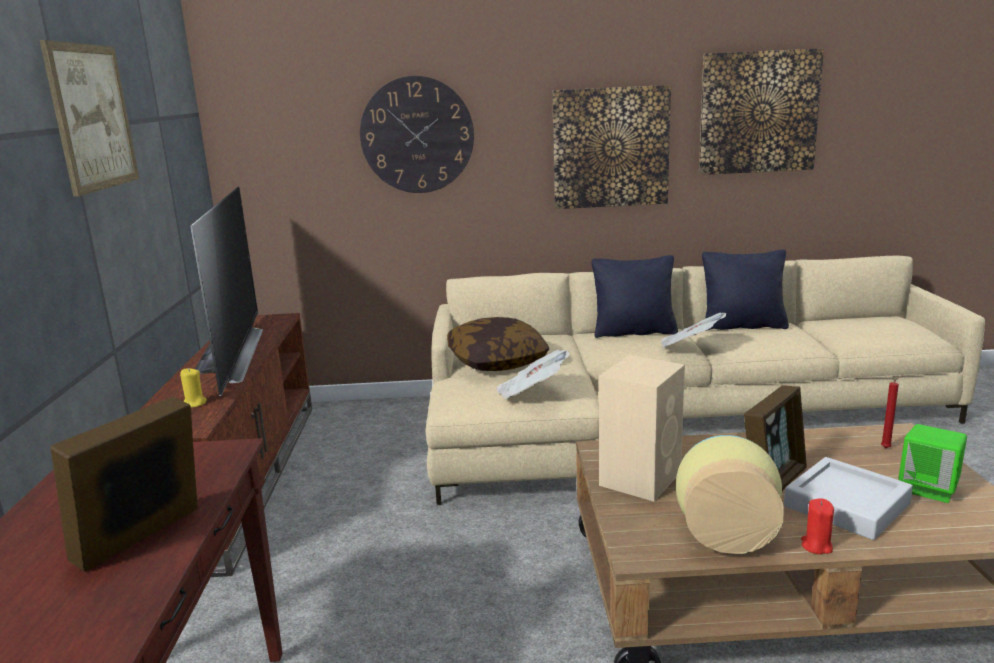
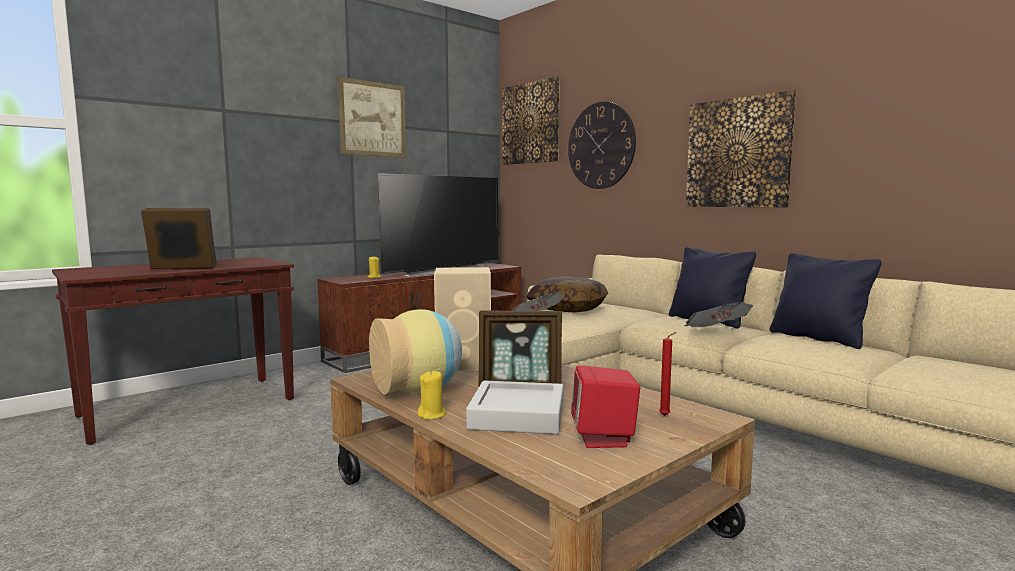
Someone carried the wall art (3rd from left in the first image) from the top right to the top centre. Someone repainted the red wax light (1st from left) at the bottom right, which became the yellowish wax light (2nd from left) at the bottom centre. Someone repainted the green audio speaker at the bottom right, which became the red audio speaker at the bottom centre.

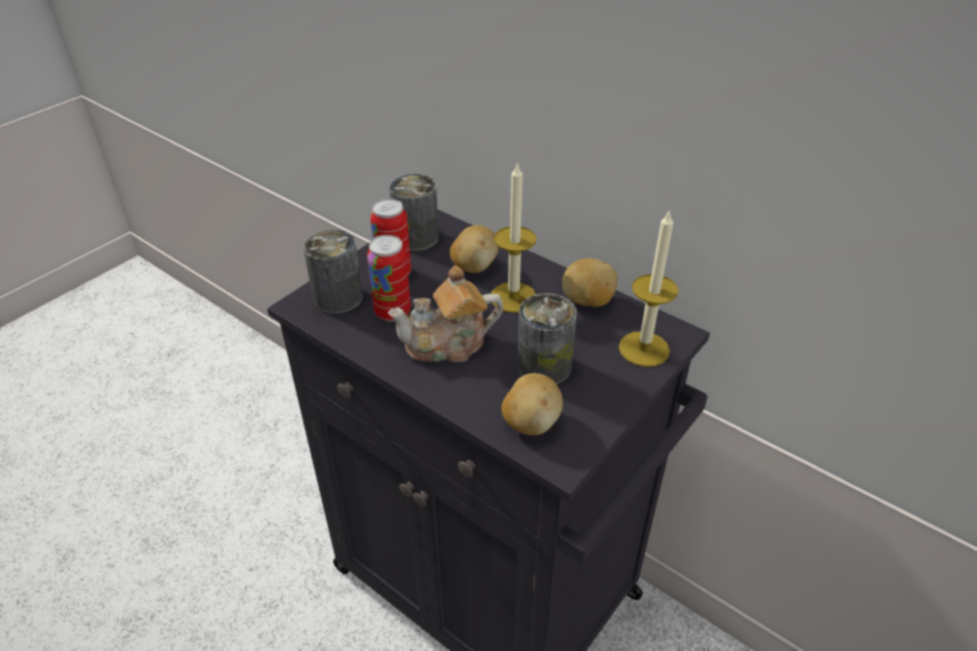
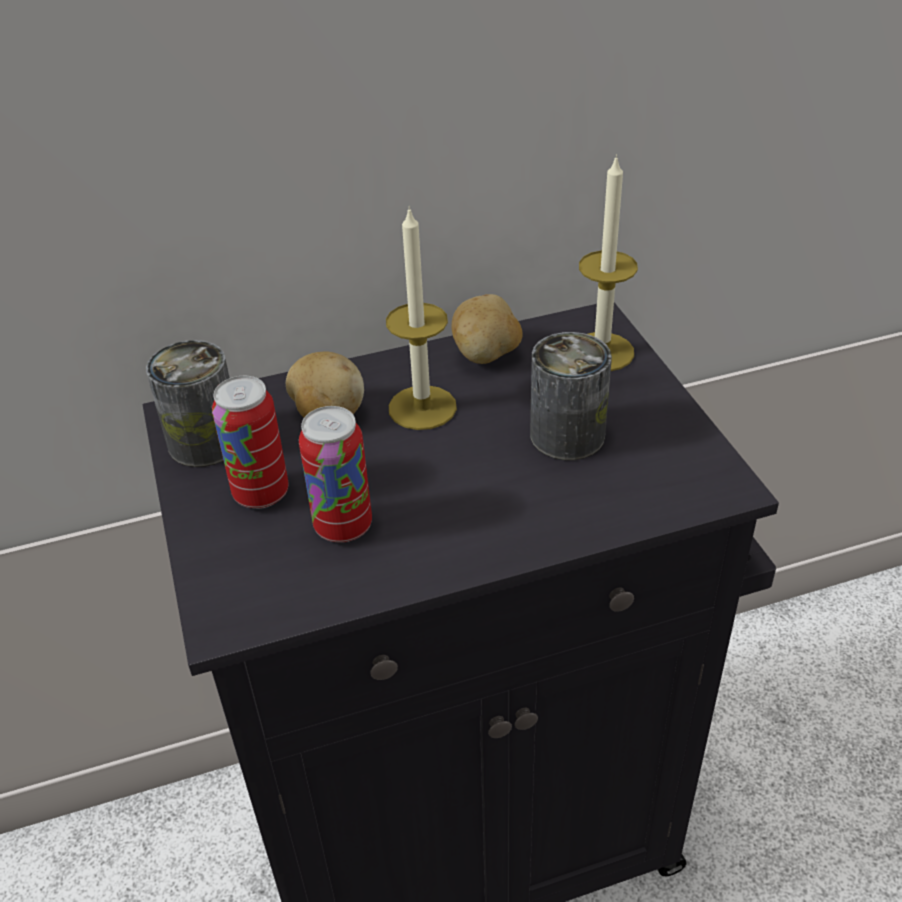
Someone took away the metal can (1st from left) at the centre. Someone took away the teapot at the centre. Someone took away the whole potato (2nd from left) at the centre.

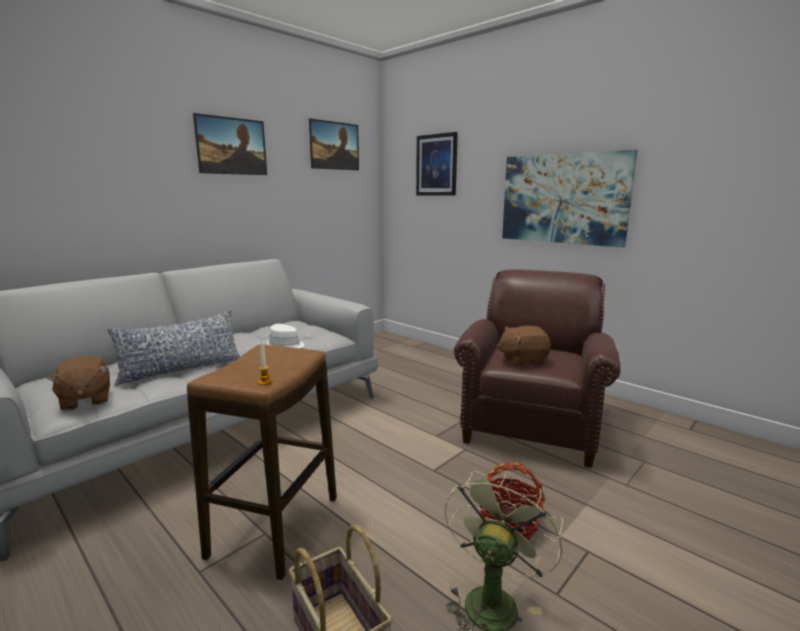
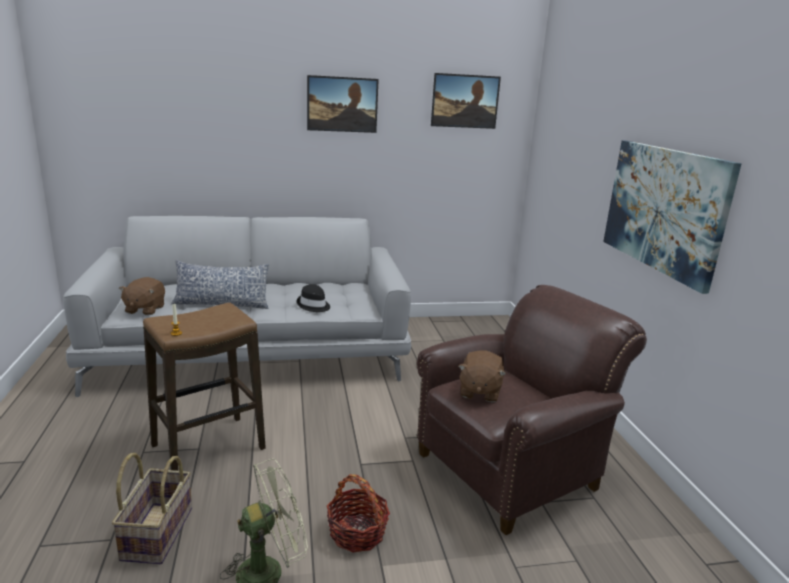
Someone repainted the white clothing hat at the centre, which became the black-coloured clothing hat at the centre. Someone took away the wall art (3rd from left) at the top centre. Someone rotated the brown plush toy (2nd from left) at the centre by 105 degrees counterclockwise.

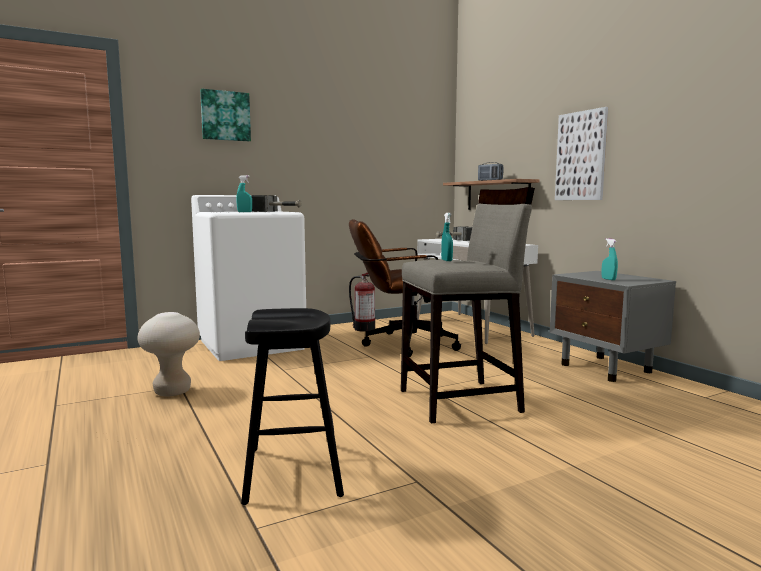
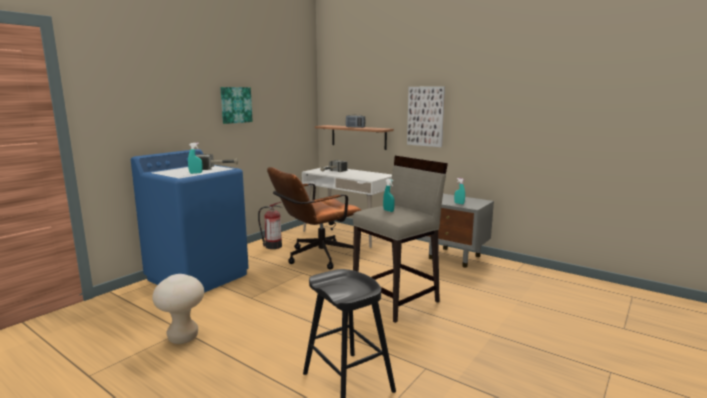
Someone repainted the white laundry appliance at the middle left, which became the blue-coloured laundry appliance at the middle left. Someone carried the wall art (1st from left) from the top left to the top centre.

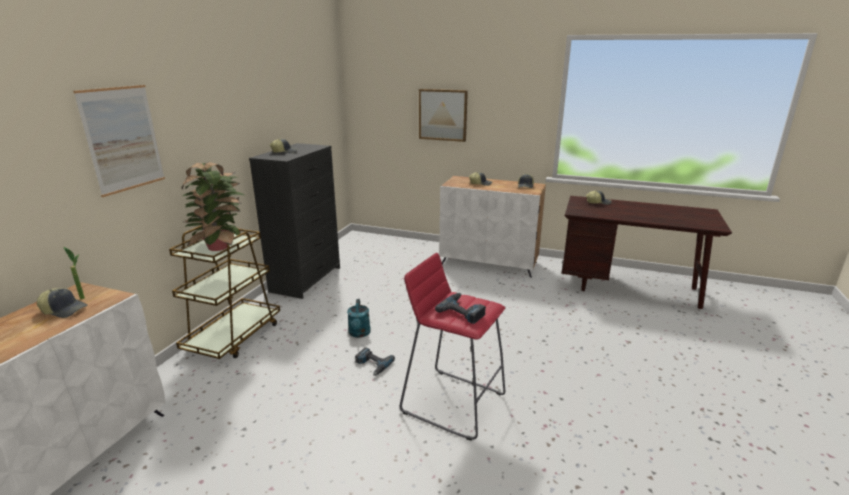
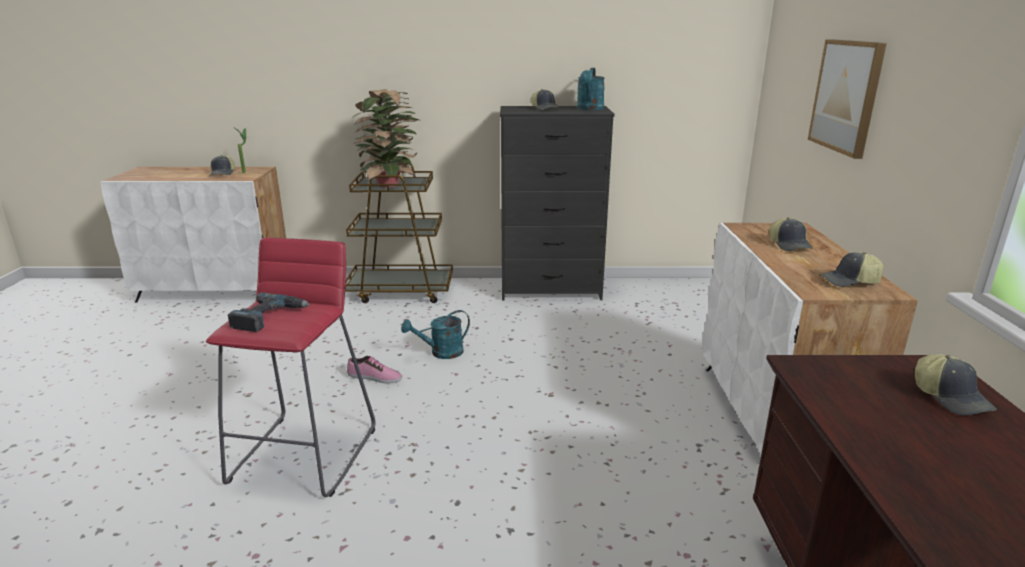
Someone took away the wall art (1st from left) at the top left. Someone swapped the drill (1st from left) at the bottom centre for the item of footwear at the centre. Someone put down the turquoise-coloured watering can (2nd from left) at the top centre.

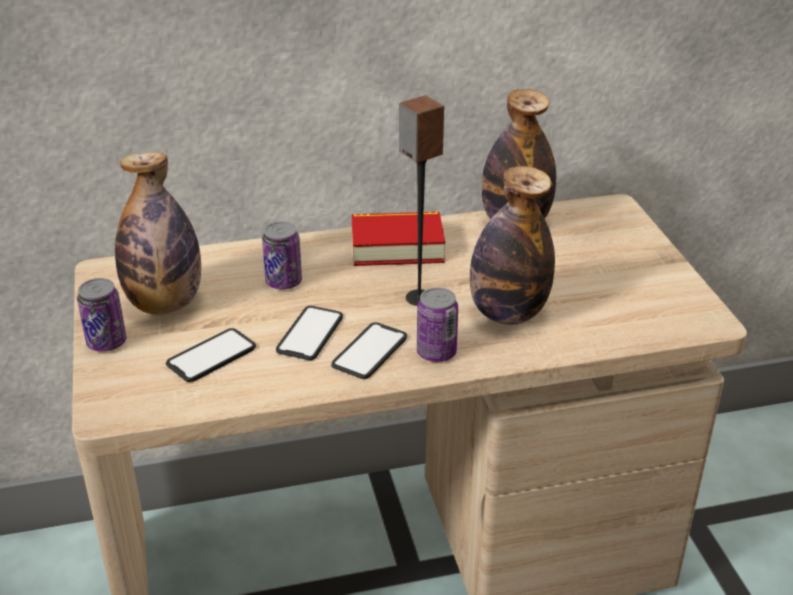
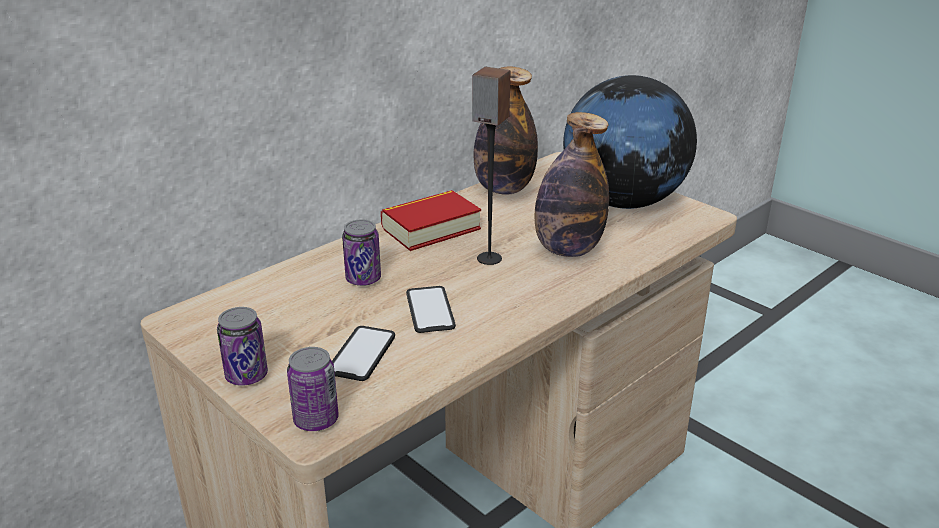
Someone took away the drink bottle (1st from left) at the middle left. Someone took away the handset (3rd from left) at the centre. Someone carried the metal can (3rd from left in the first image) from the centre to the bottom centre. Someone put down the globe at the top right.

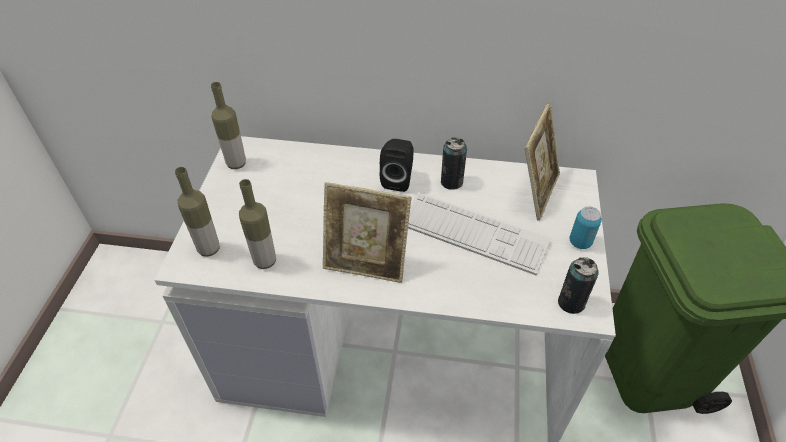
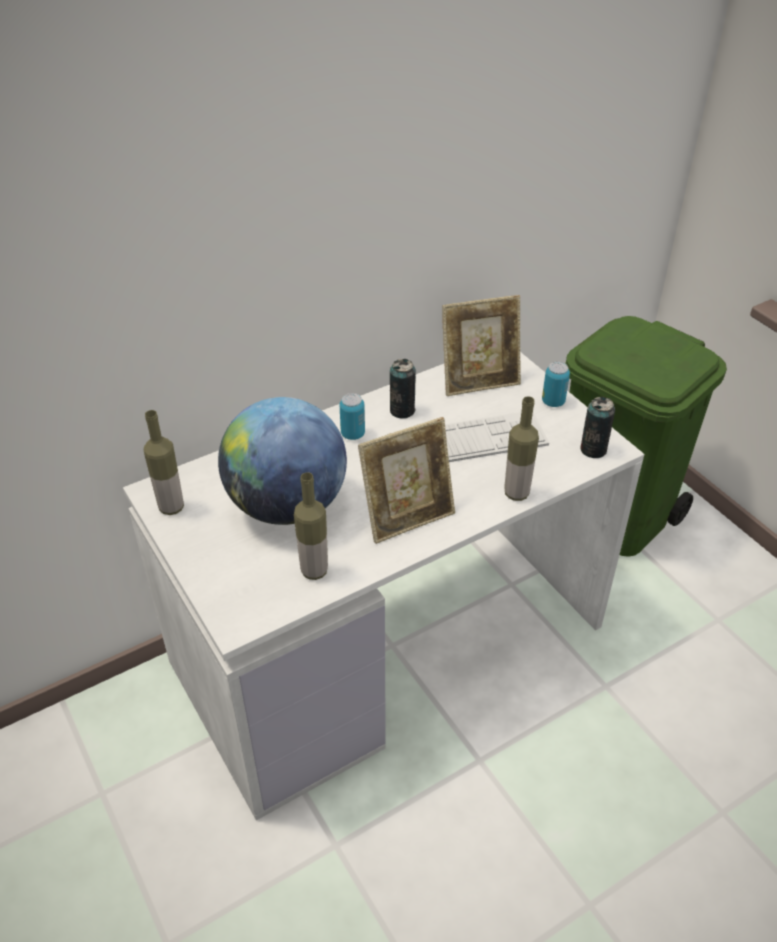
Someone carried the drink bottle (1st from left in the first image) from the middle left to the middle right. Someone swapped the black-coloured audio speaker at the centre for the metal can (1st from left) at the centre. Someone rotated the picture frame (2nd from left) at the middle right by 90 degrees clockwise. Someone put down the globe at the centre.

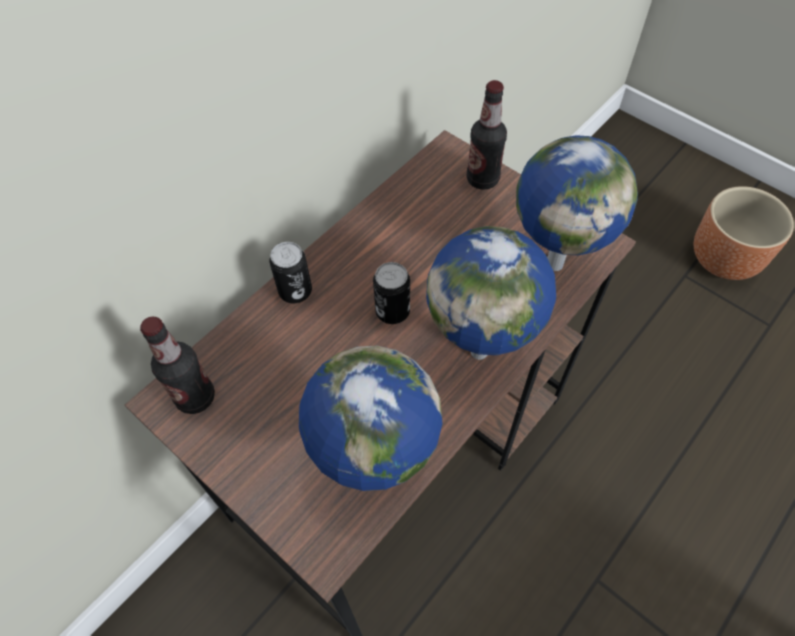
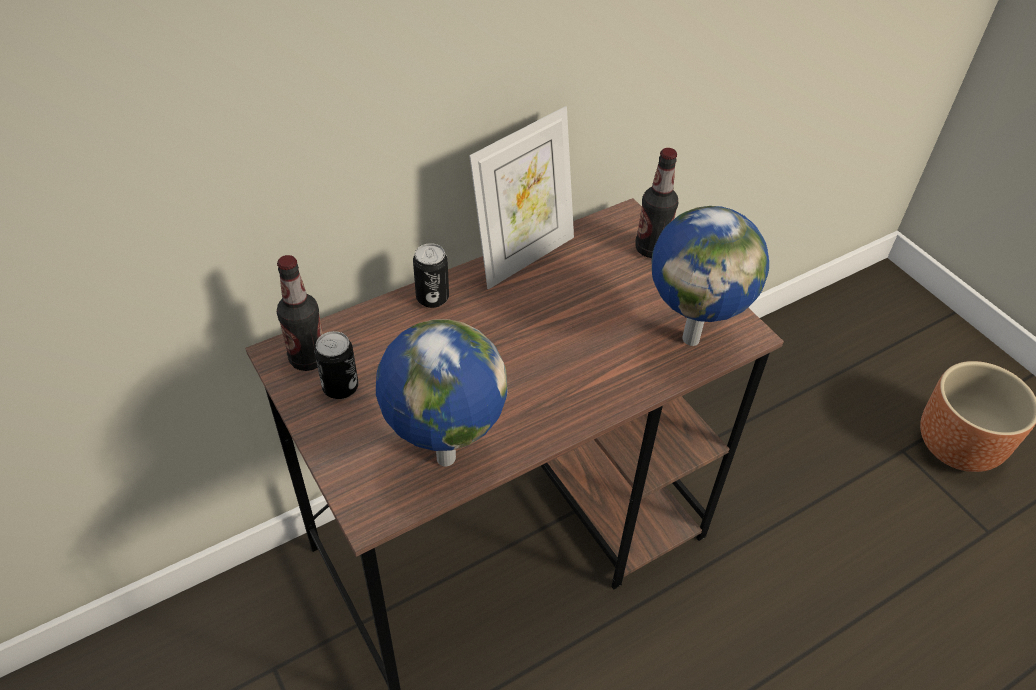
Someone carried the metal can (2nd from left in the first image) from the centre to the middle left. Someone took away the globe (2nd from left) at the centre. Someone put down the picture frame at the top centre.

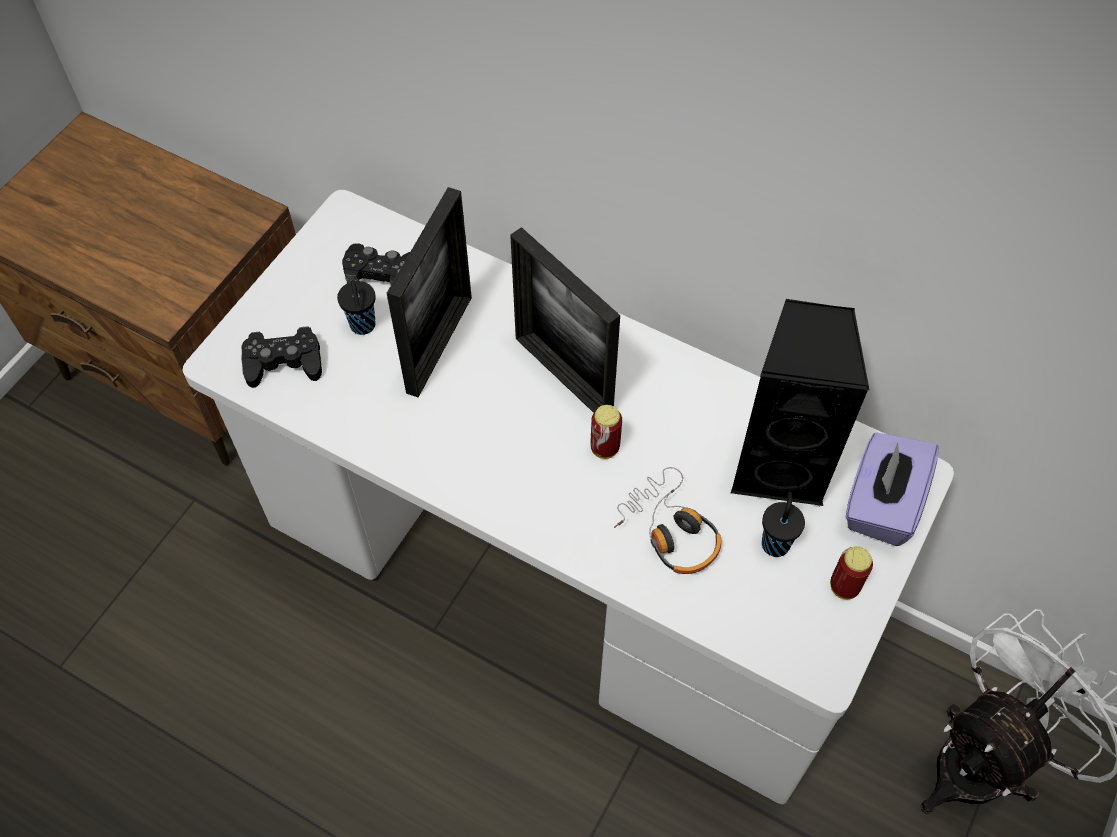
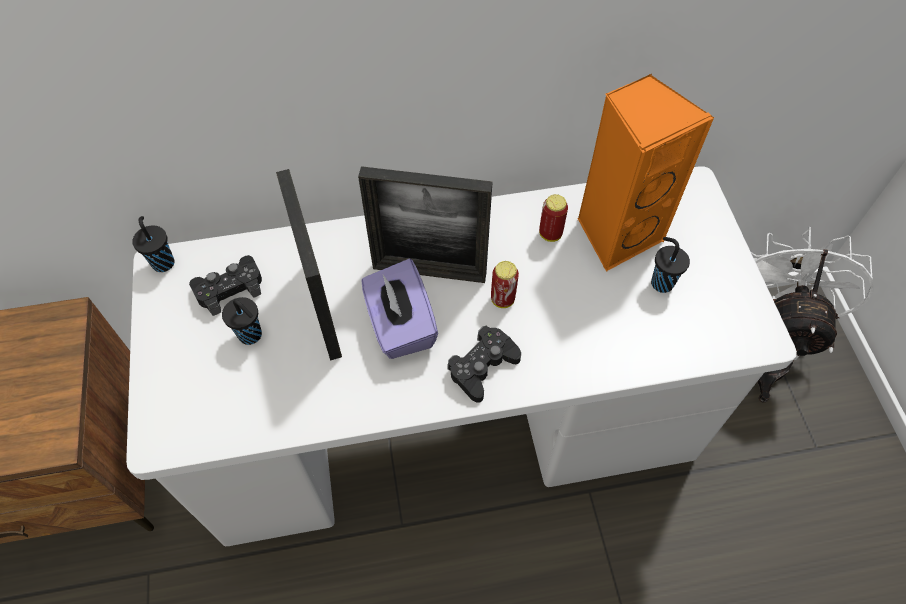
Someone carried the black-coloured game controller (1st from left in the first image) from the middle left to the centre. Someone took away the pair of headphones at the centre. Someone repainted the black-coloured audio speaker at the middle right, which became the orange audio speaker at the top right. Someone carried the metal can (2nd from left) from the bottom right to the centre. Someone carried the purplish tissue holder from the middle right to the centre. Someone put down the black-coloured drinking cup (1st from left) at the middle left.

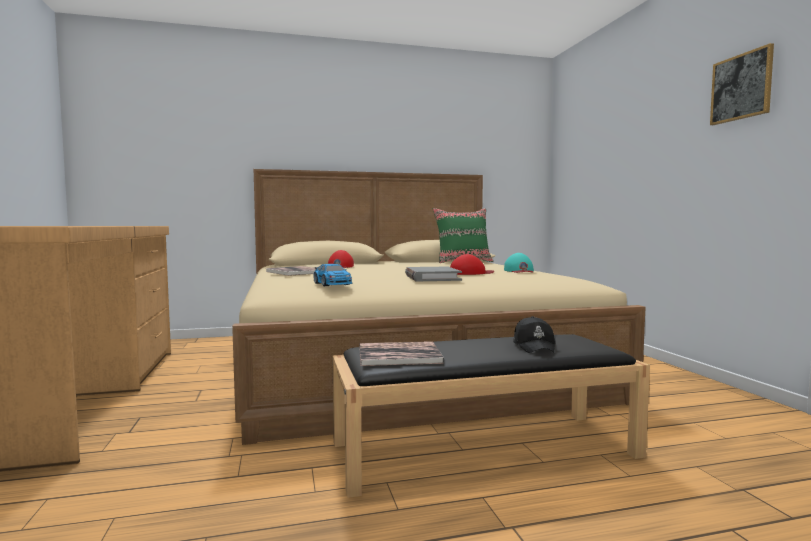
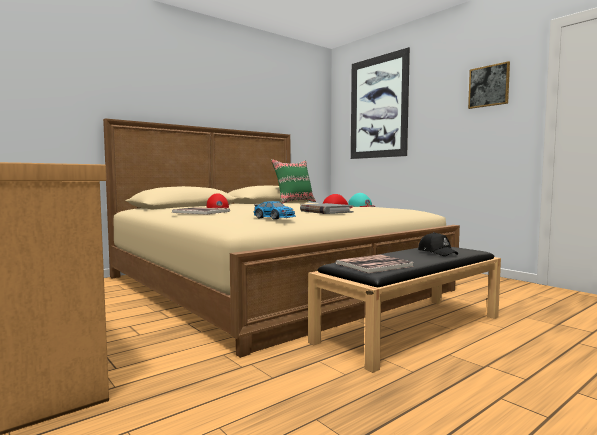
Someone put up the wall art (1st from left) at the top centre.

